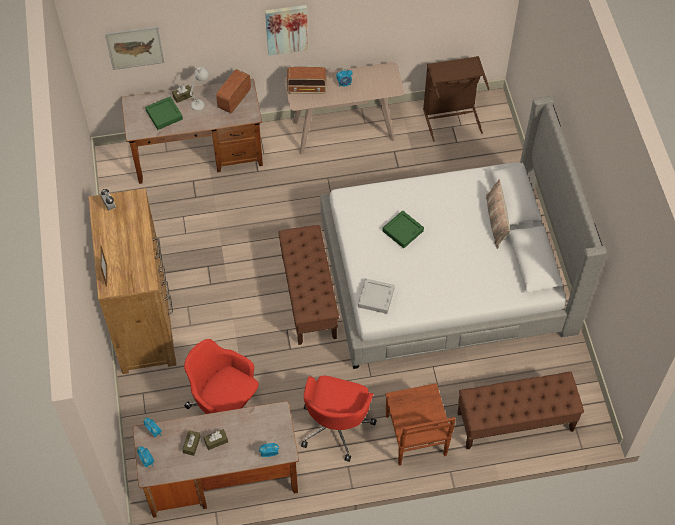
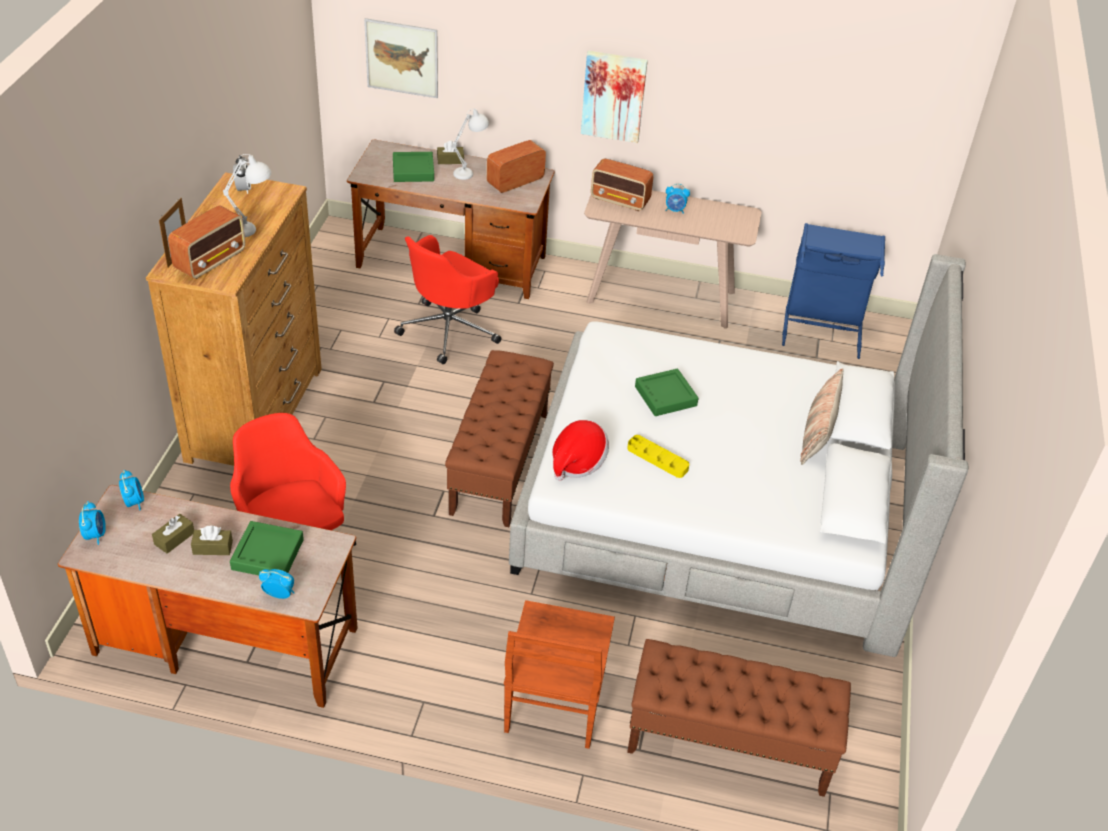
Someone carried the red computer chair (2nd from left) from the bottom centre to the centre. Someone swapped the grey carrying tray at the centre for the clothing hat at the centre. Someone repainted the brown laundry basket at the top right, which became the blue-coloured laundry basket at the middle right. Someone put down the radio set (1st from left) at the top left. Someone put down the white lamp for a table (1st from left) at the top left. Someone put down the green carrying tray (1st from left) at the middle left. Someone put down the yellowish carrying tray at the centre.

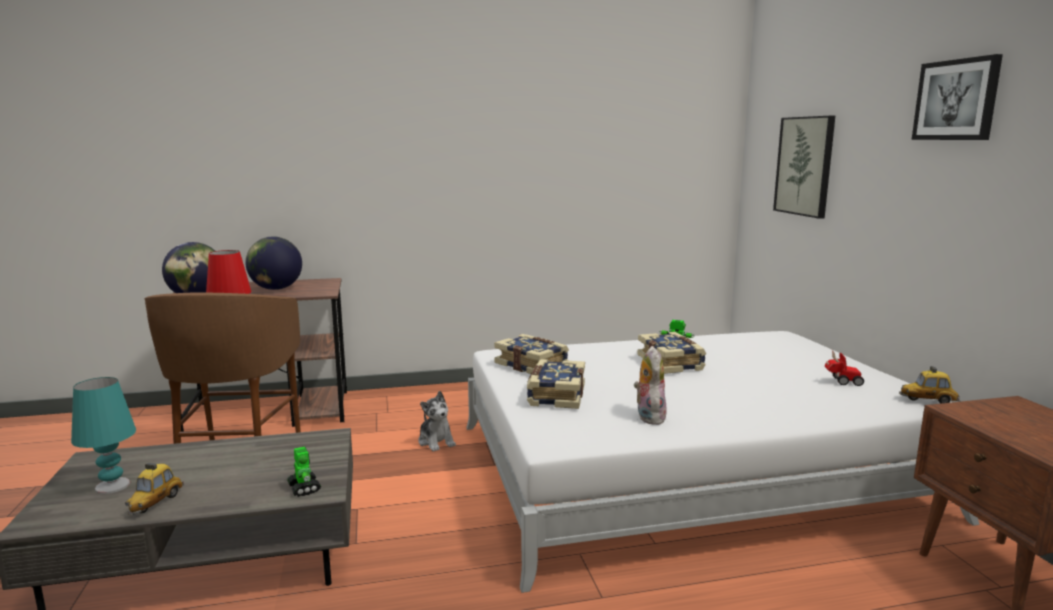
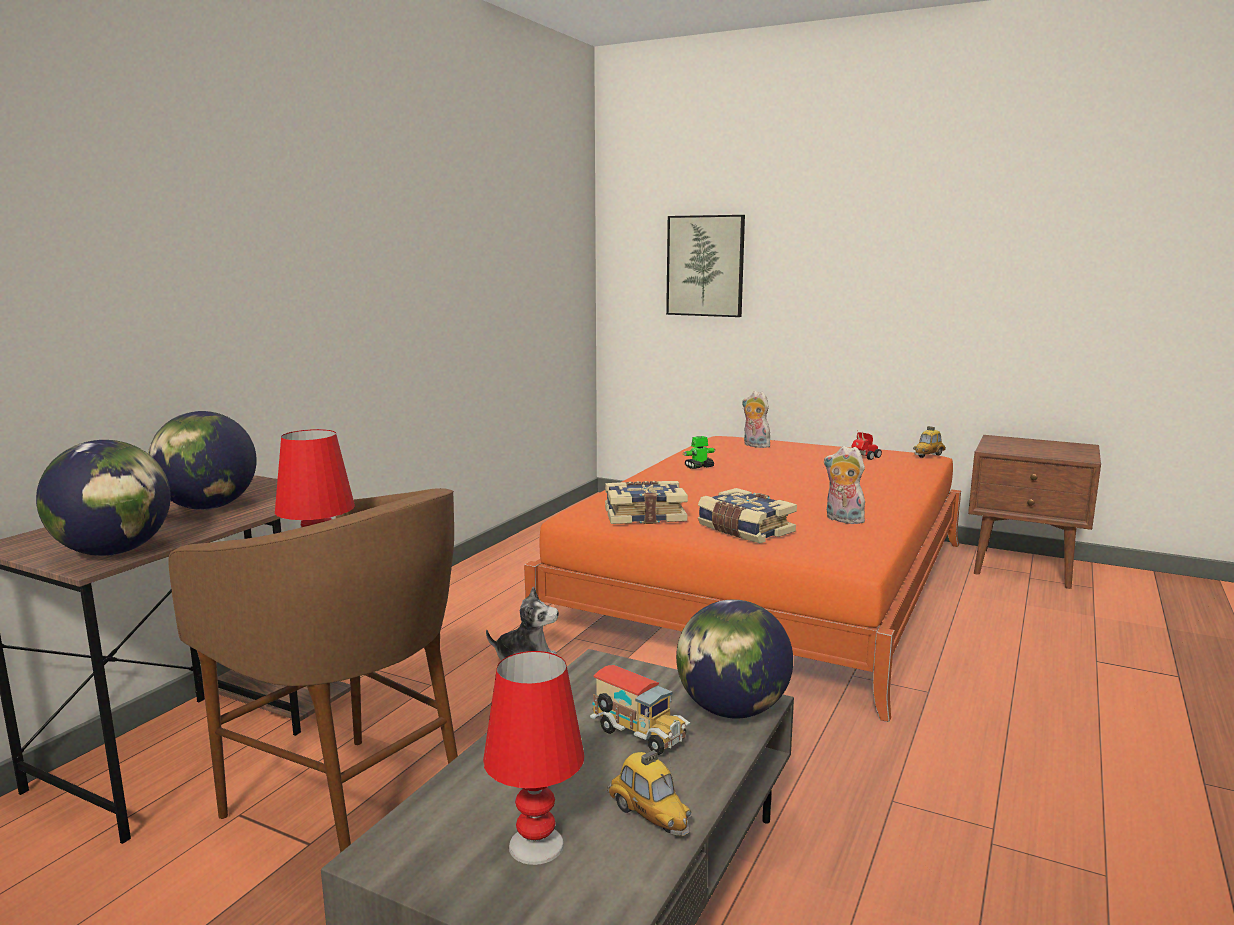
Someone repainted the turquoise-coloured lamp for a table at the bottom left, which became the red lamp for a table (2nd from left) at the bottom centre. Someone swapped the model robot (1st from left) at the bottom left for the globe (3rd from left) at the bottom centre. Someone repainted the white bedroom bed at the bottom right, which became the orange bedroom bed at the centre. Someone took away the volume (3rd from left) at the centre. Someone took away the wall art (2nd from left) at the top right. Someone put down the toy truck at the bottom centre. Someone put down the plush toy (2nd from left) at the centre.

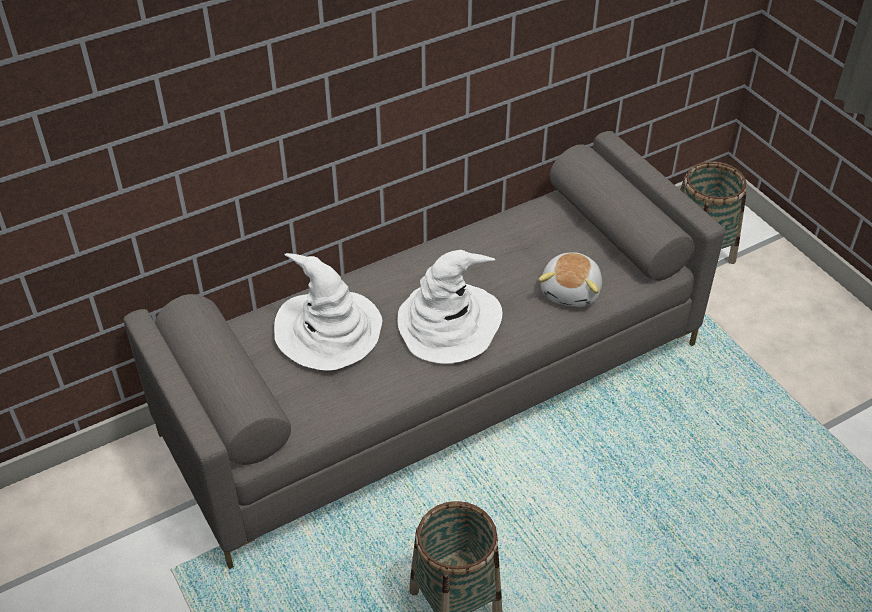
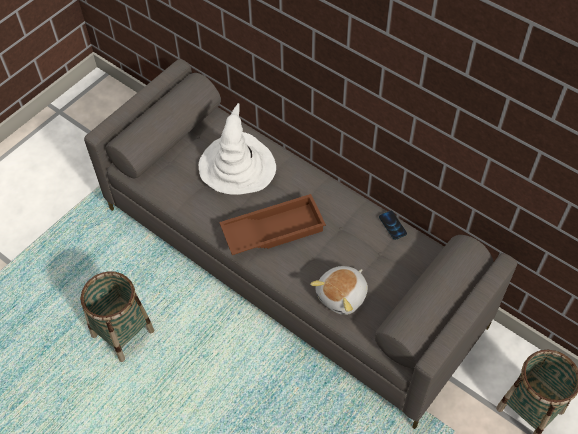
Someone swapped the white clothing hat (2nd from left) at the centre for the brown carrying tray at the centre. Someone rotated the plush toy at the centre by 45 degrees counterclockwise. Someone put down the handset at the middle right.

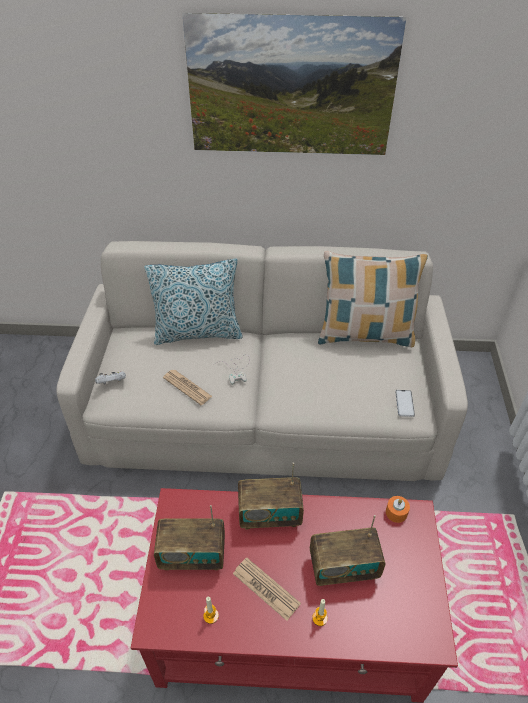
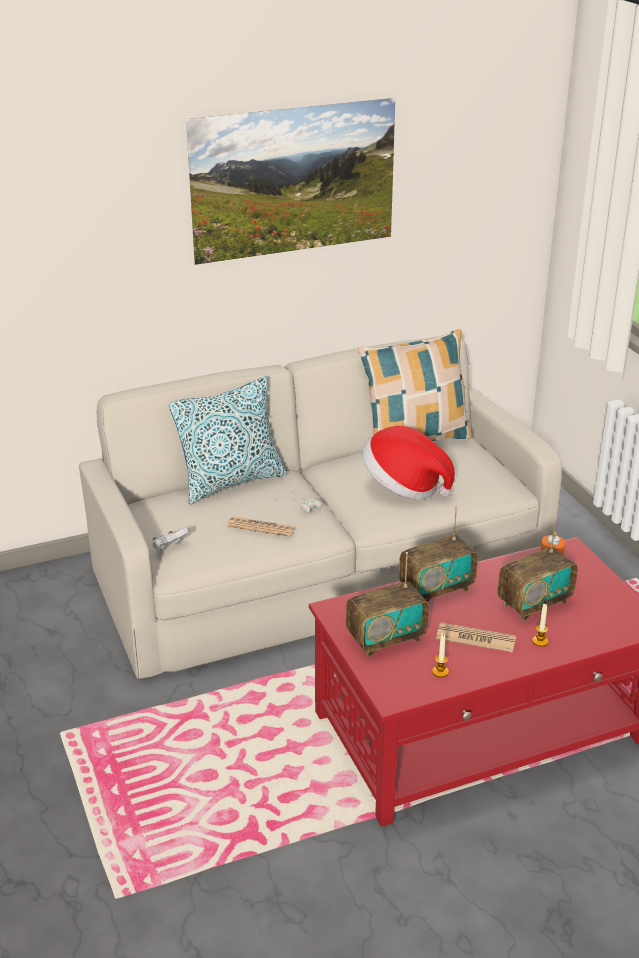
Someone took away the handset at the middle right. Someone put down the clothing hat at the centre.

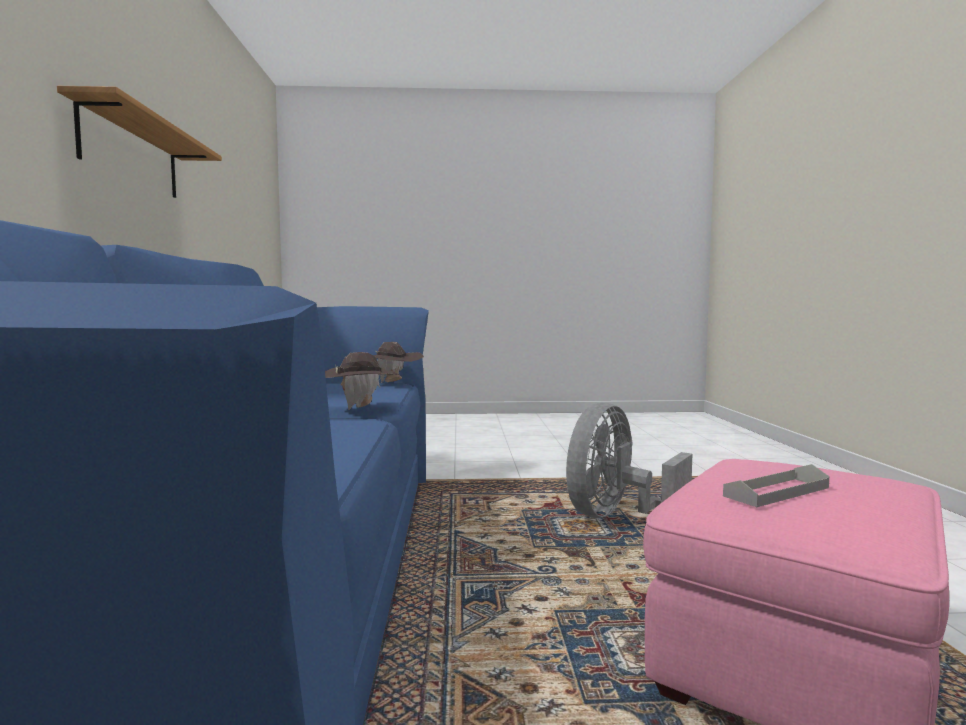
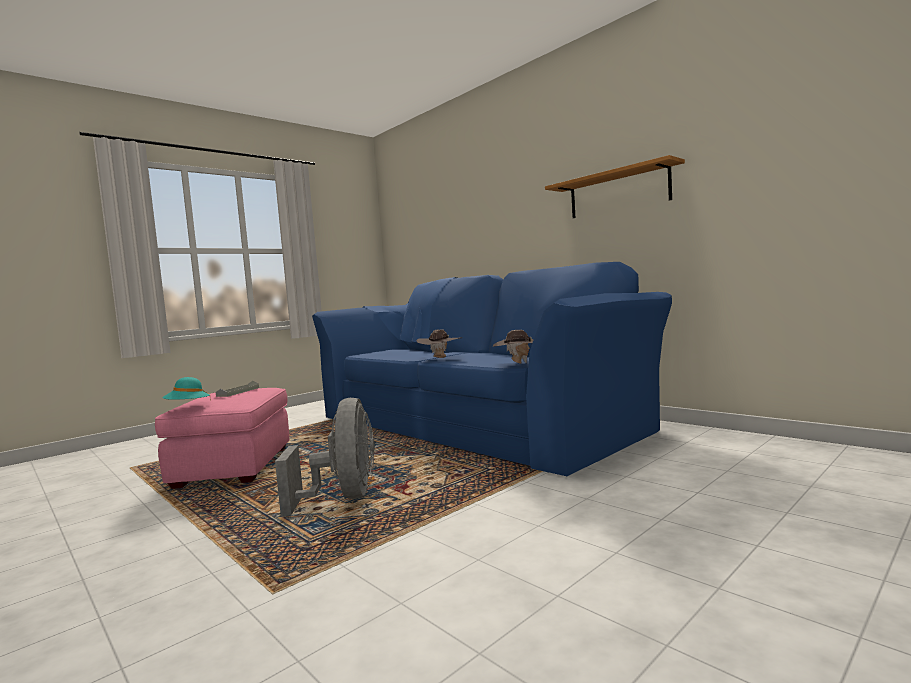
Someone put down the turquoise-coloured clothing hat at the middle left.

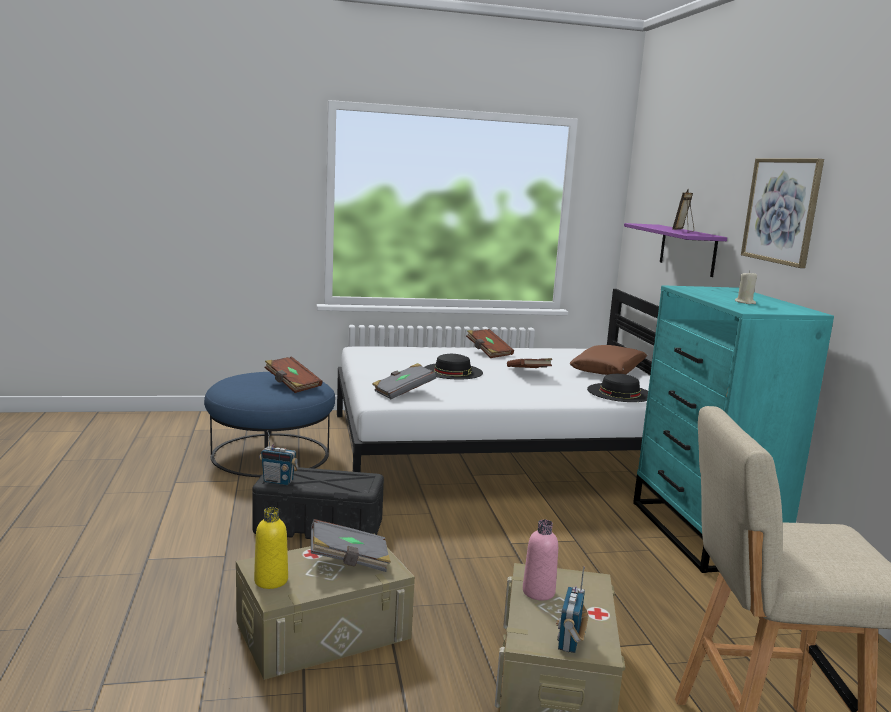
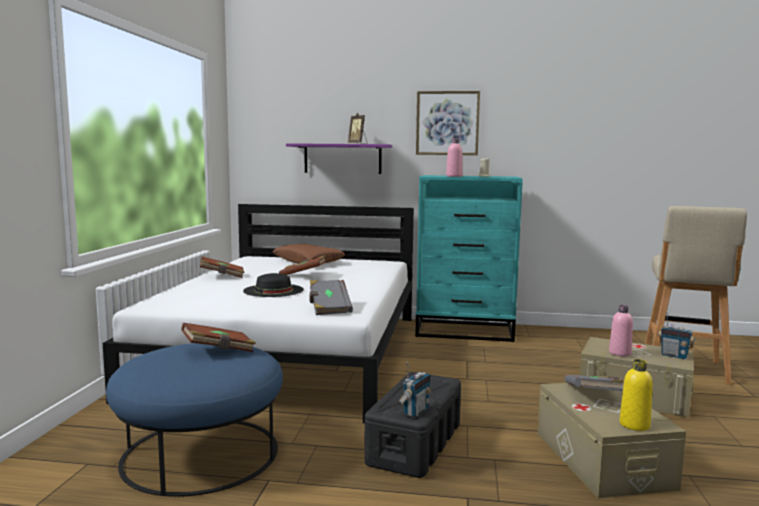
Someone took away the black-coloured clothing hat (2nd from left) at the middle right. Someone put down the pinkish drink bottle (1st from left) at the top centre.

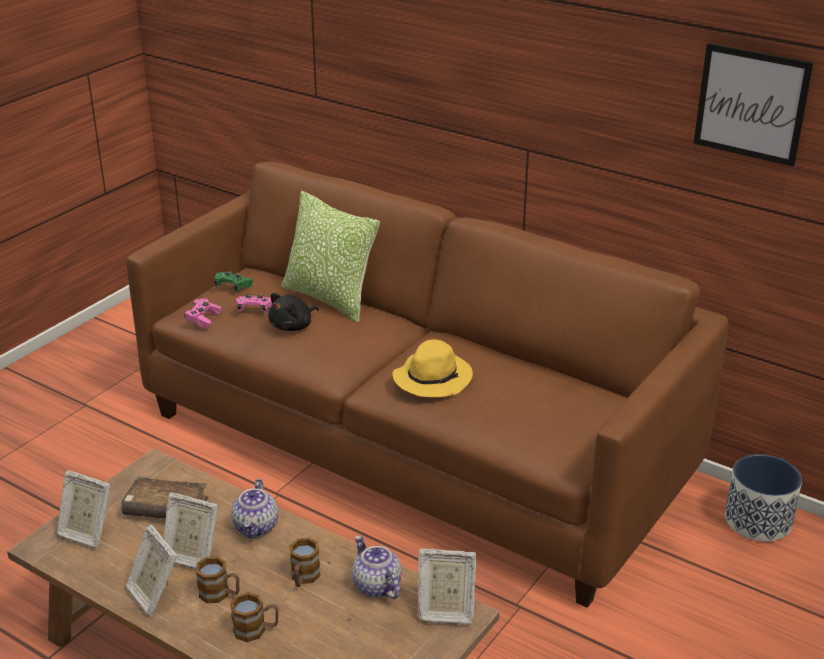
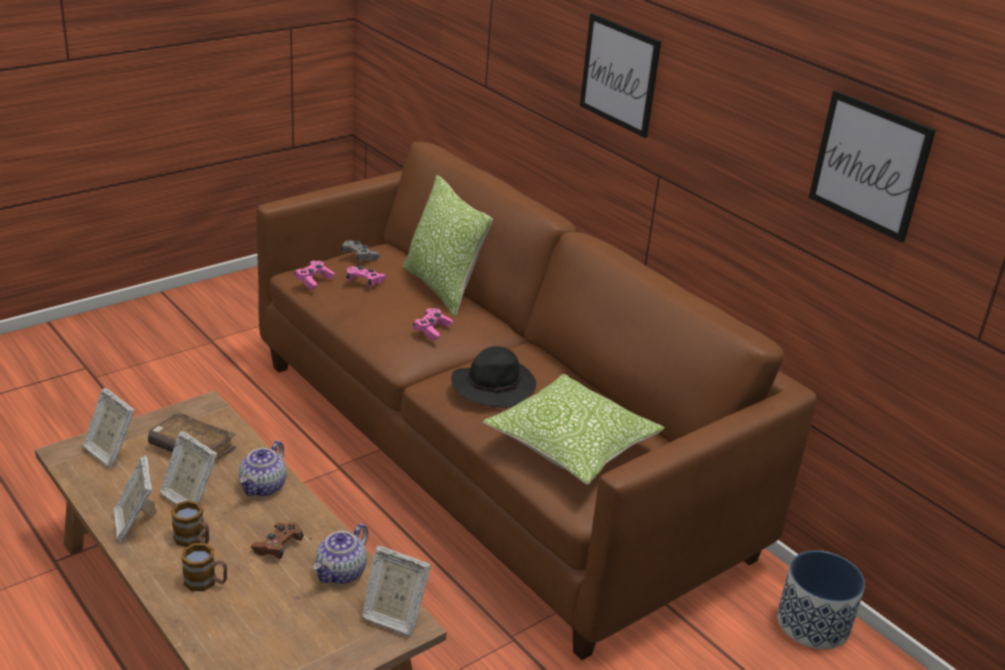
Someone repainted the green game controller at the middle left, which became the grey game controller at the centre. Someone took away the black-coloured plush toy at the centre. Someone swapped the tea mug (3rd from left) at the bottom centre for the brown game controller at the bottom left. Someone rotated the teapot (2nd from left) at the bottom centre by 135 degrees counterclockwise. Someone repainted the yellowish clothing hat at the centre, which became the black-coloured clothing hat at the centre. Someone put down the pinkish game controller (3rd from left) at the centre. Someone put down the cushion (2nd from left) at the centre. Someone put up the wall art (1st from left) at the top centre.

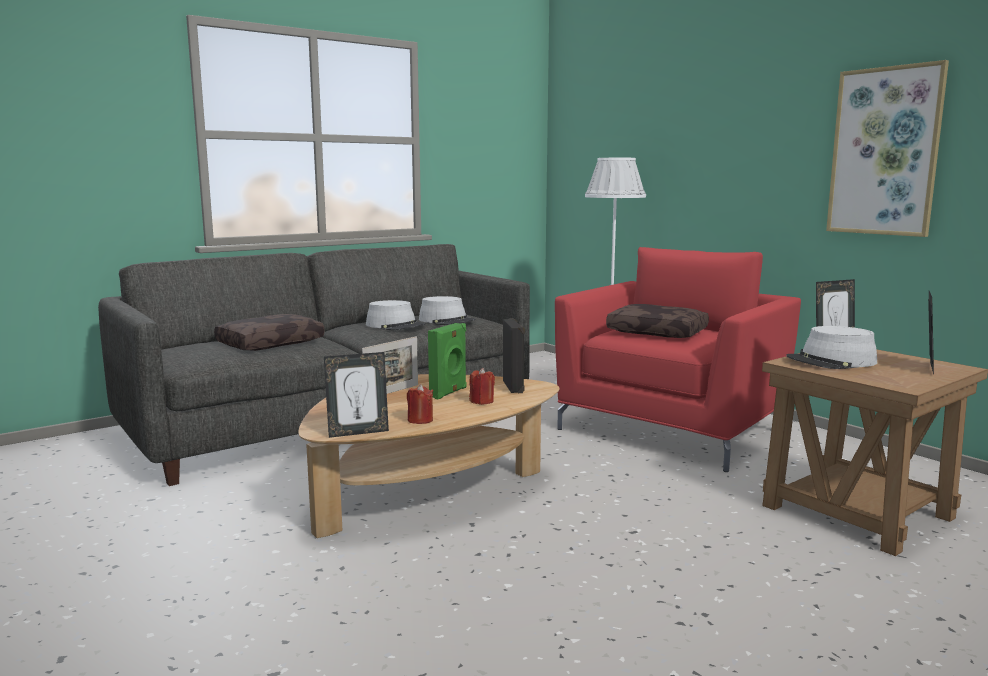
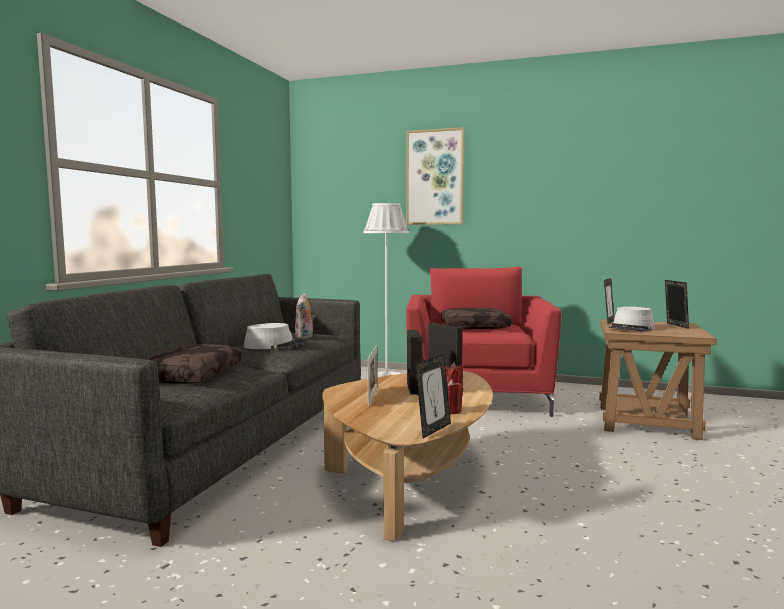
Someone swapped the grey clothing hat (2nd from left) at the centre for the plush toy at the centre. Someone repainted the green audio speaker at the centre, which became the black-coloured audio speaker (1st from left) at the centre. Someone carried the wall art from the top right to the top centre.

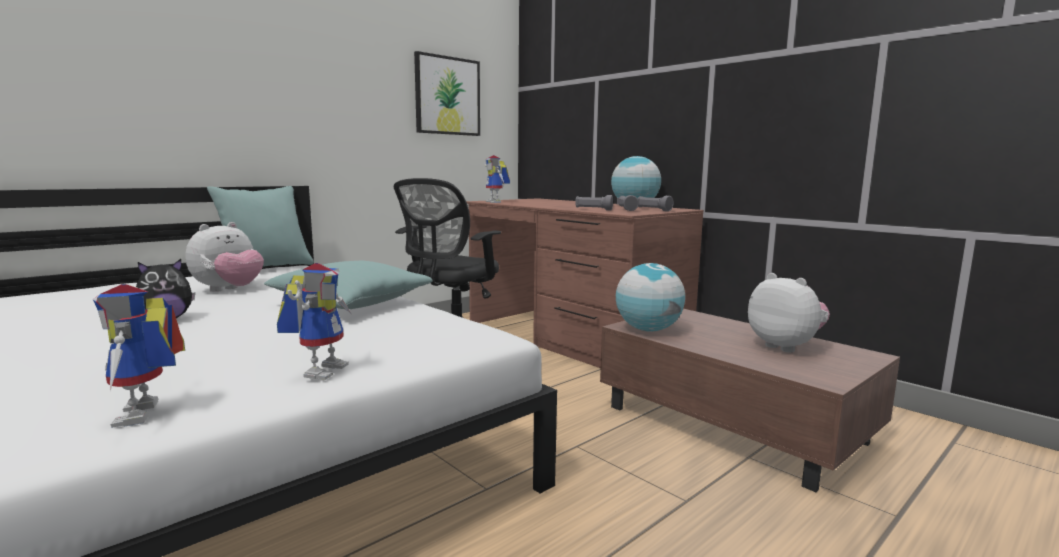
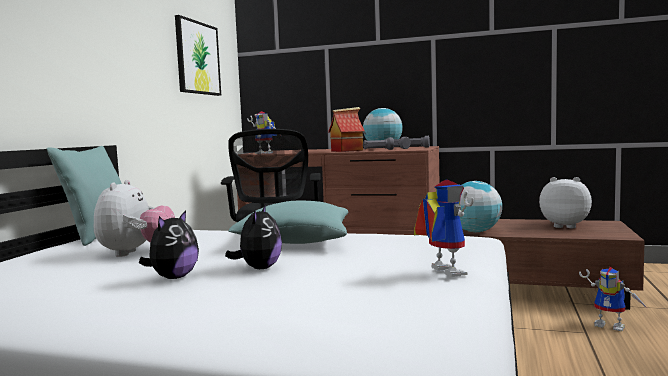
Someone carried the model robot (1st from left in the first image) from the middle left to the bottom right. Someone put down the plush toy (3rd from left) at the centre. Someone put down the miniature house at the centre.

